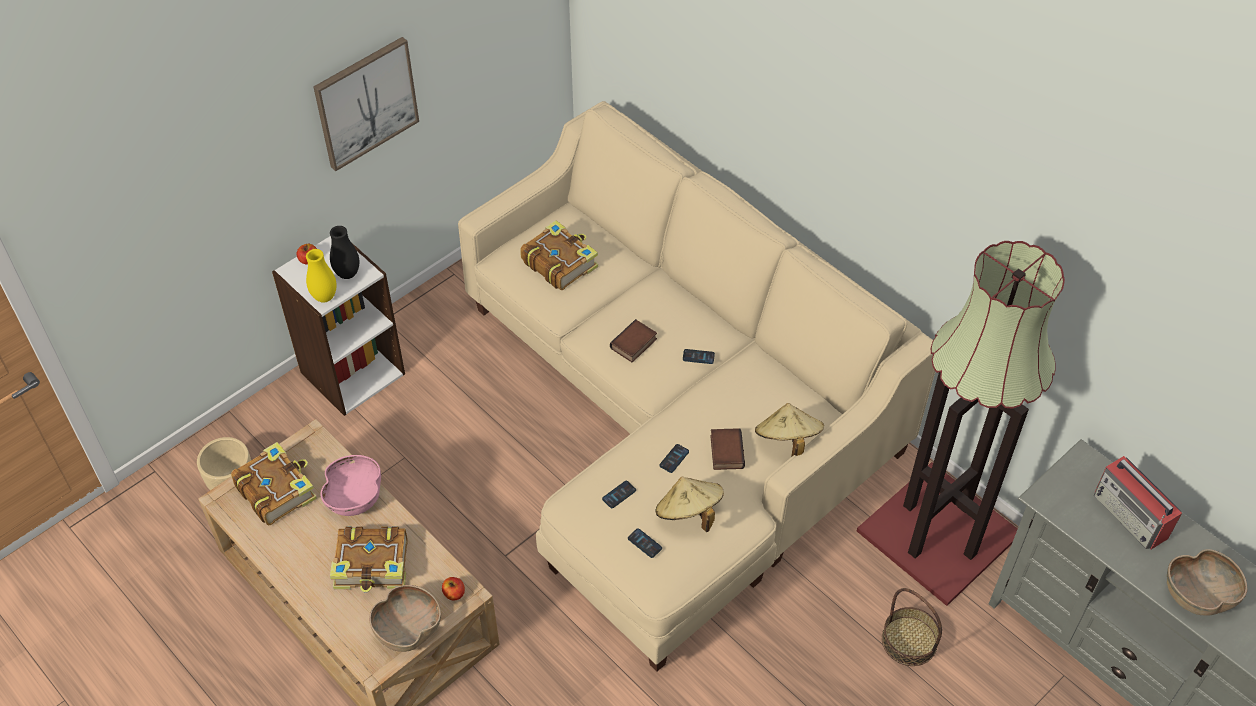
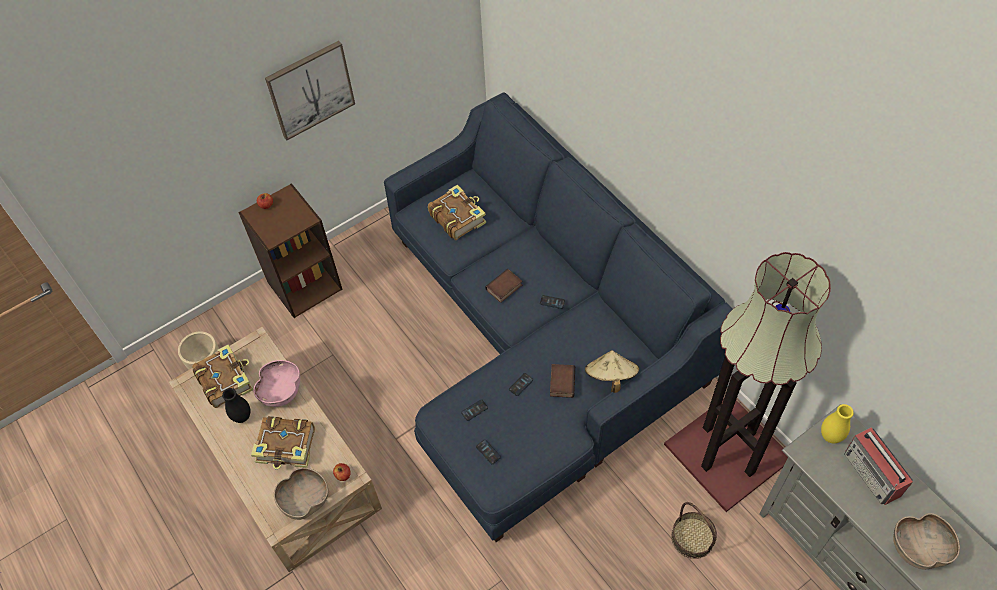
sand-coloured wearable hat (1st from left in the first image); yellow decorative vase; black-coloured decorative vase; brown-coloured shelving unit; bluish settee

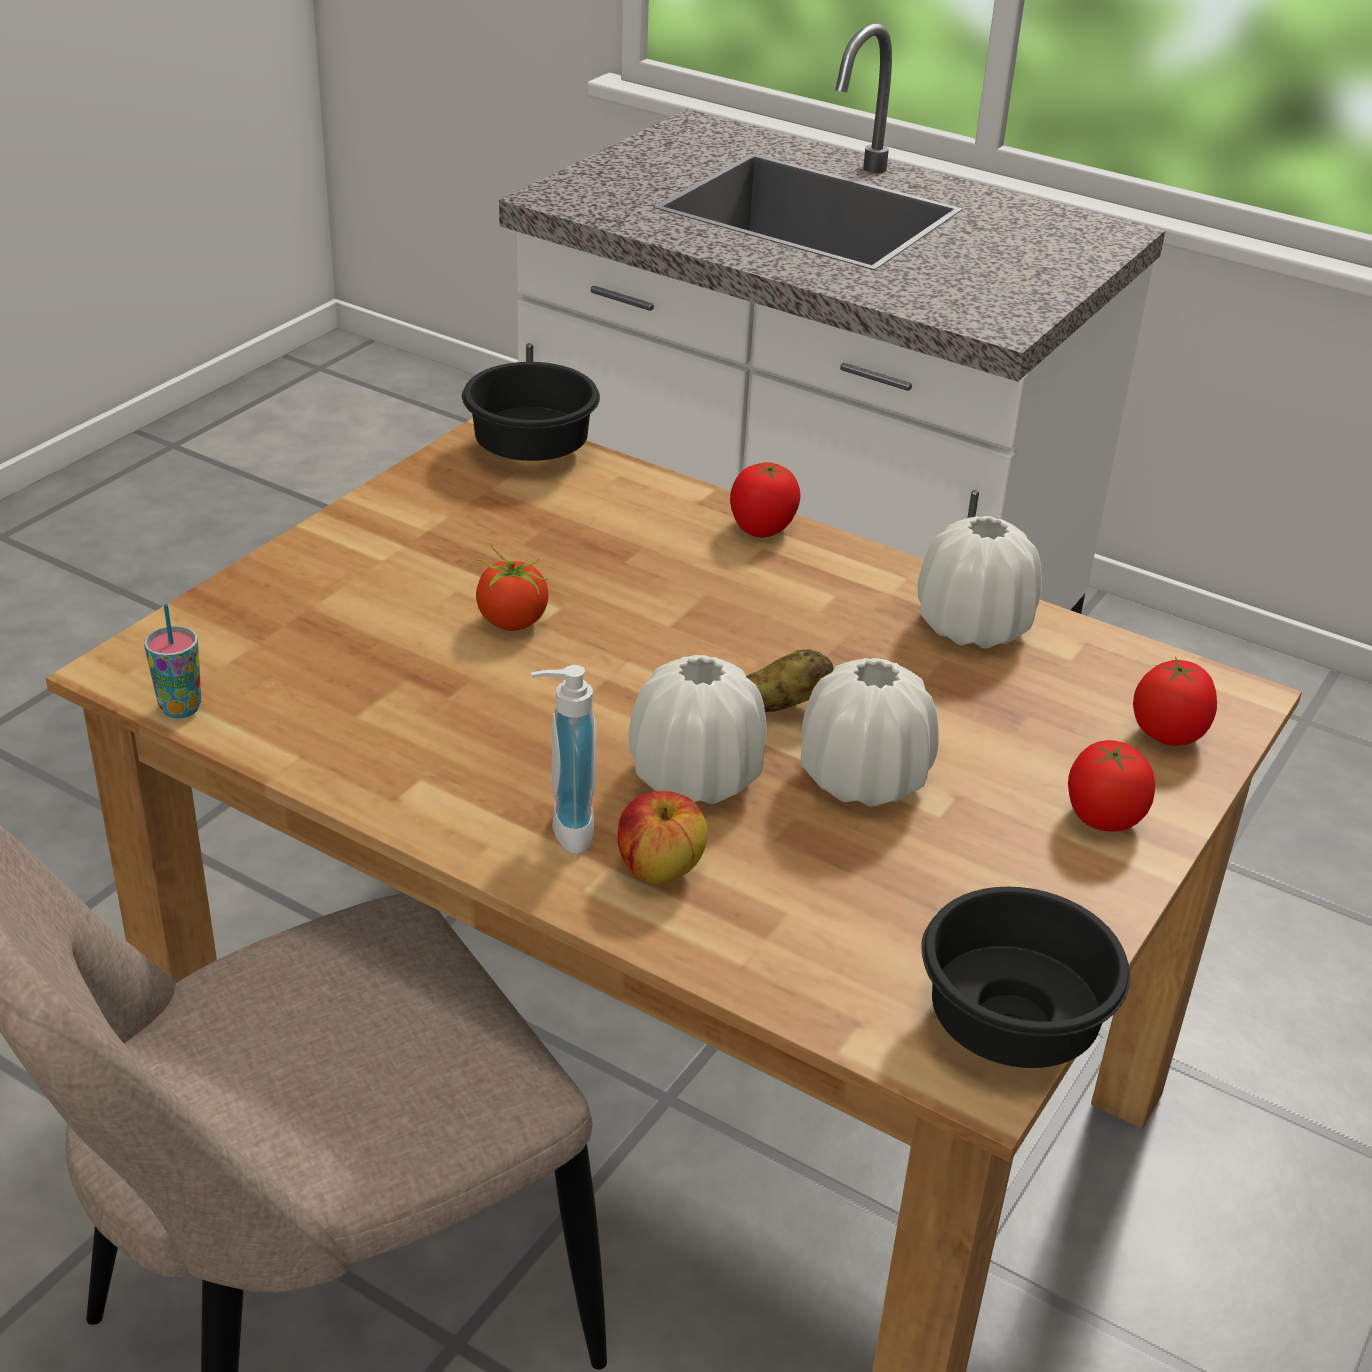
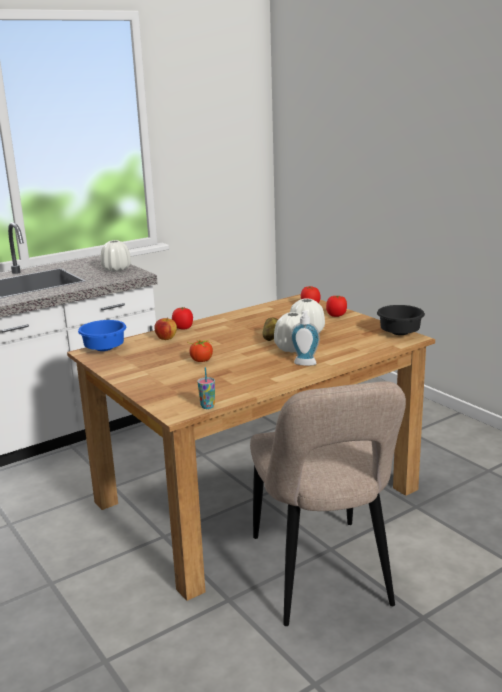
apple; white decorative vase (1st from left); bluish bowl

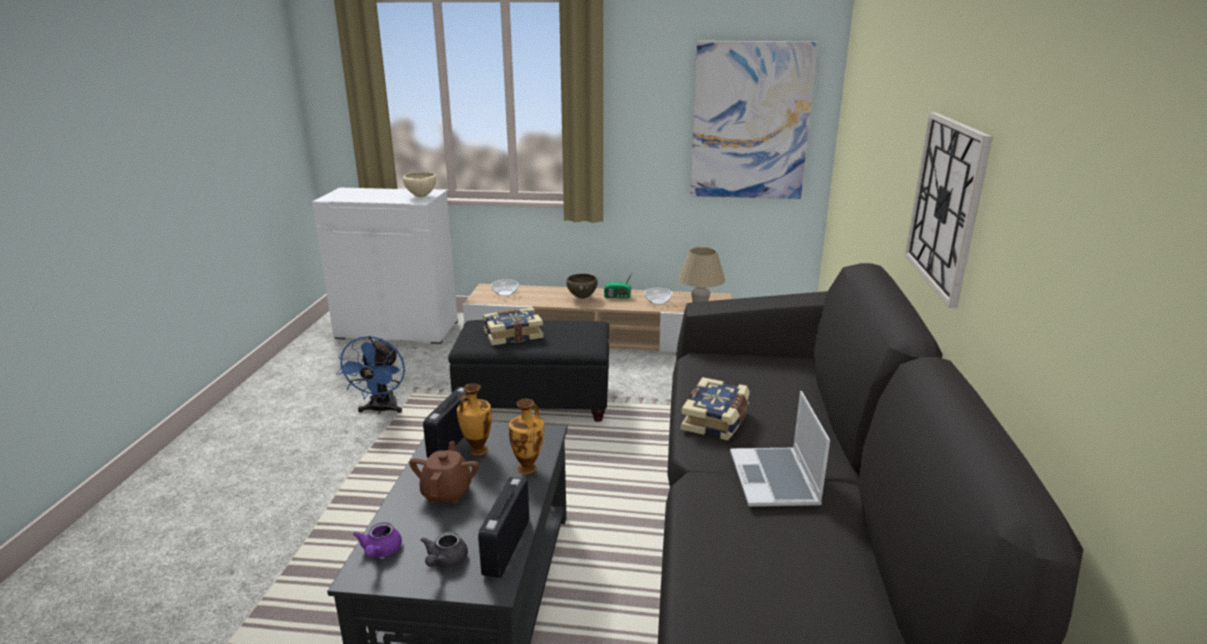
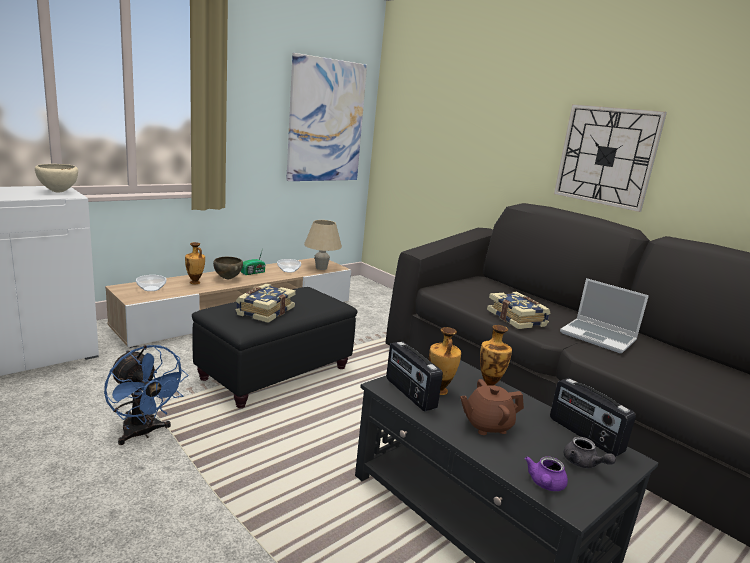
decorative vase (1st from left); purplish tea pot; brown-coloured tea pot

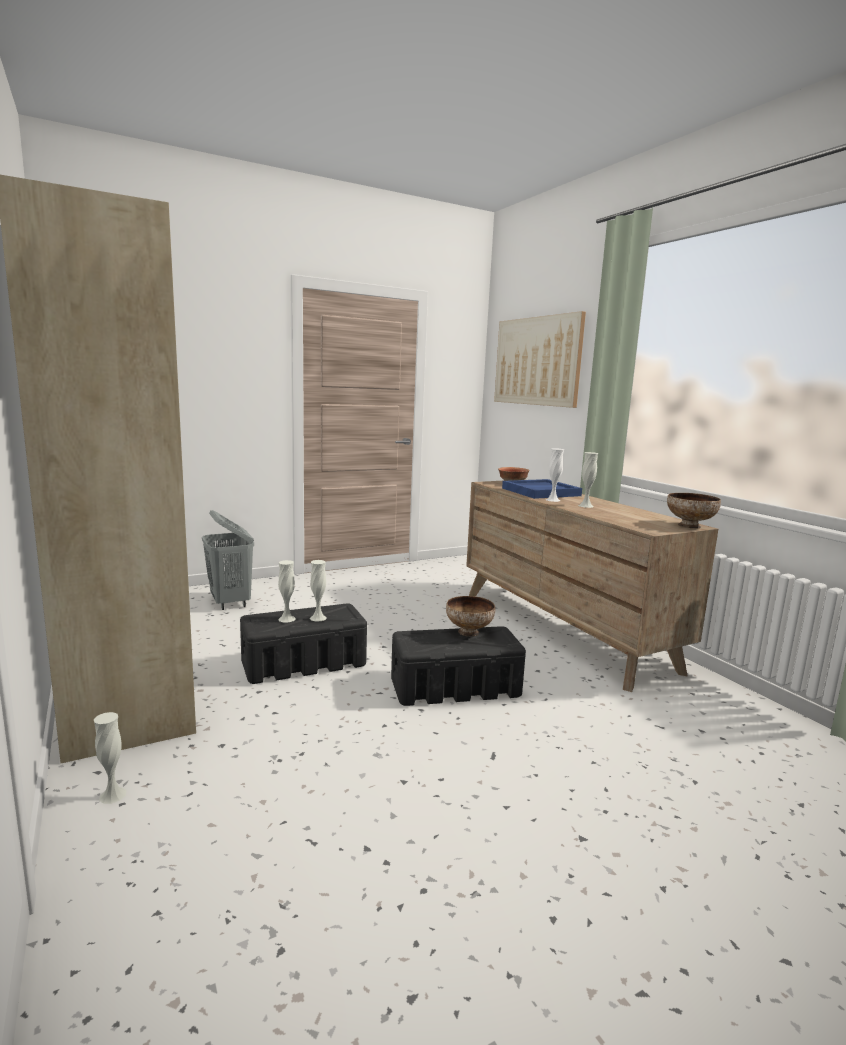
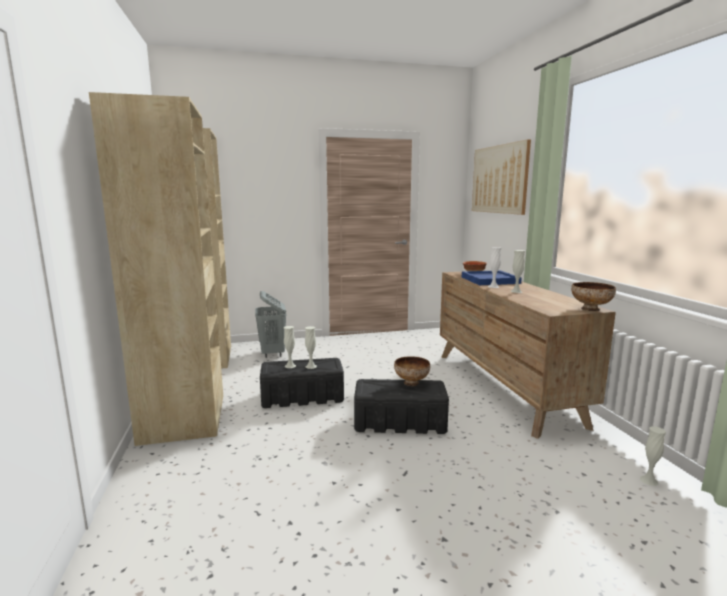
white decorative vase (5th from left)

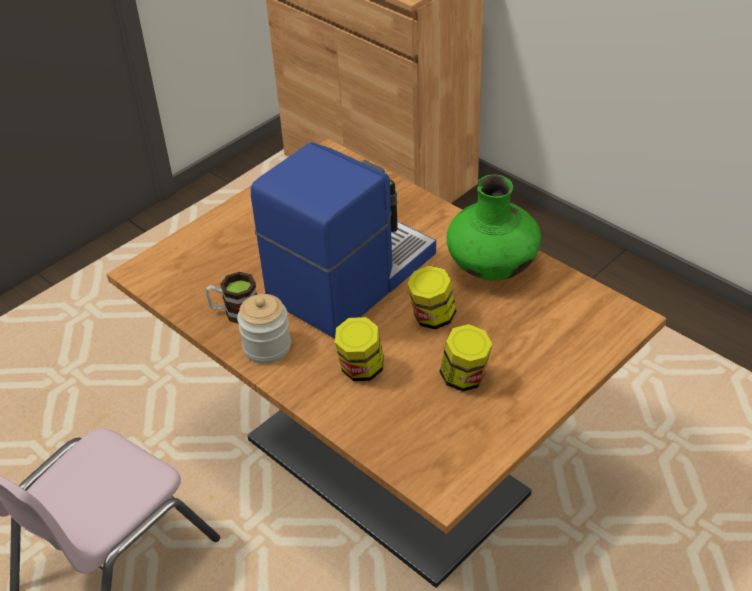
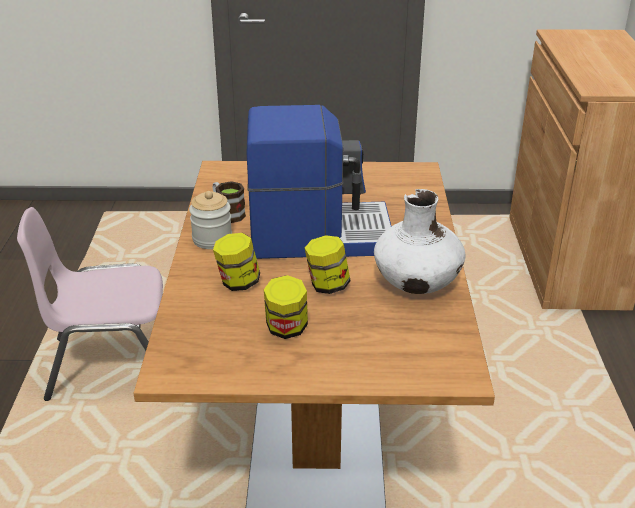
white decorative vase

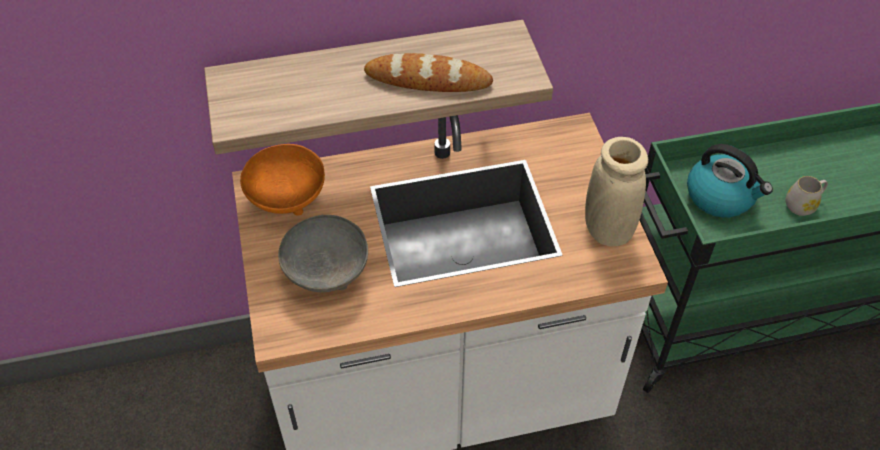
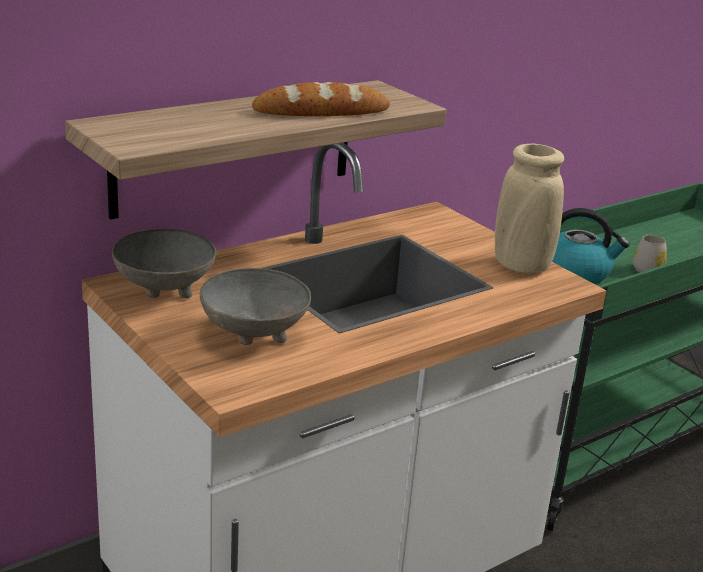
gray bowl (1st from left)

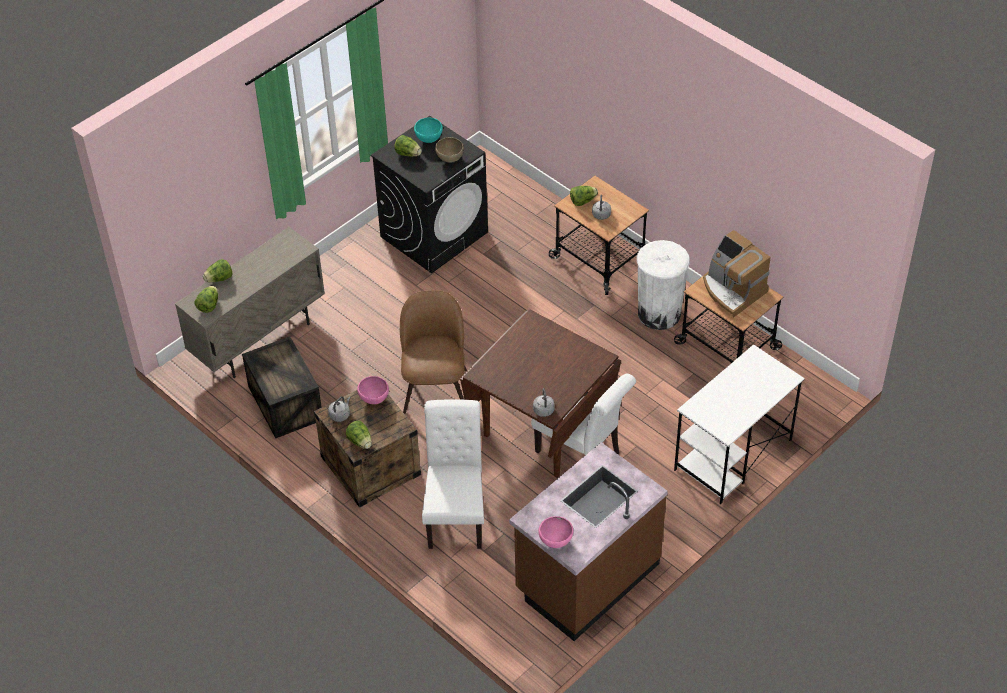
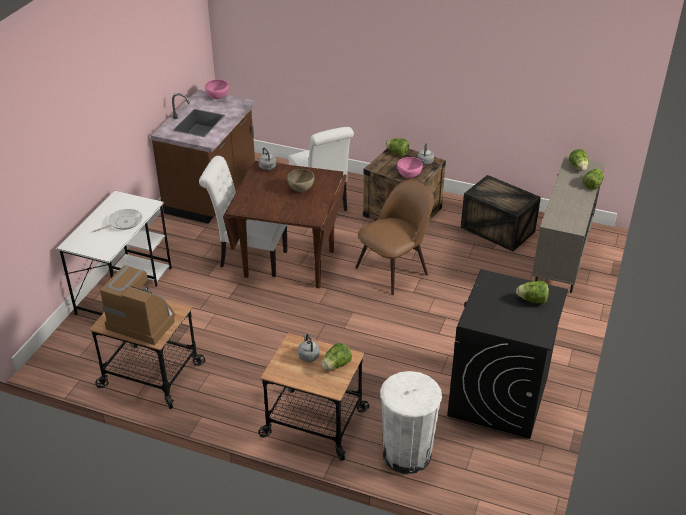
blue-green bowl; pan; brown-coloured bowl; white rubbish bin; brown-coloured chair

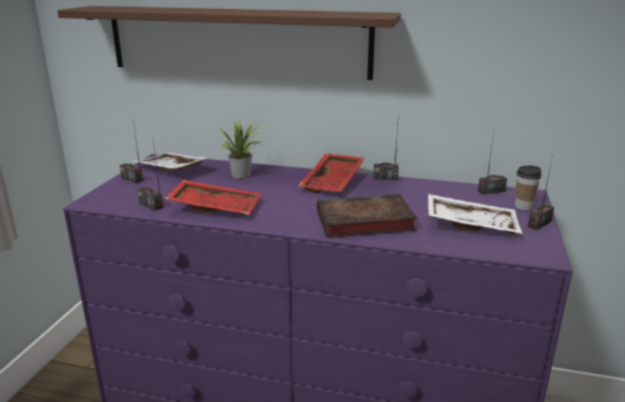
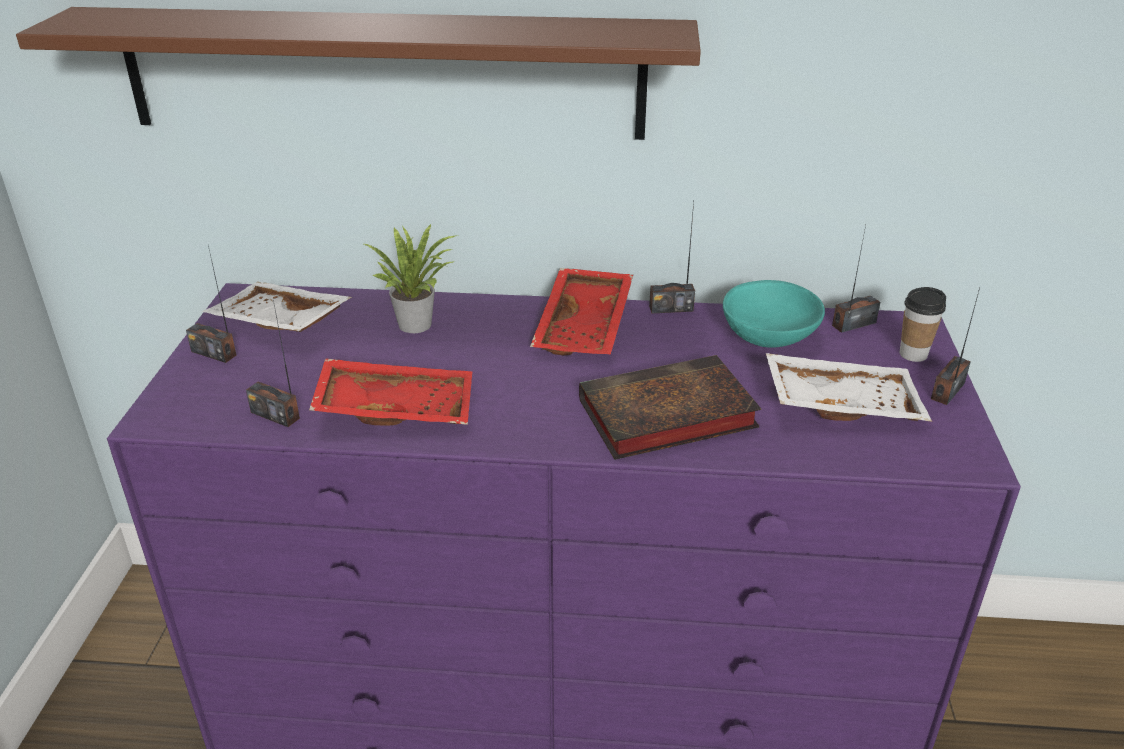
blue-green bowl

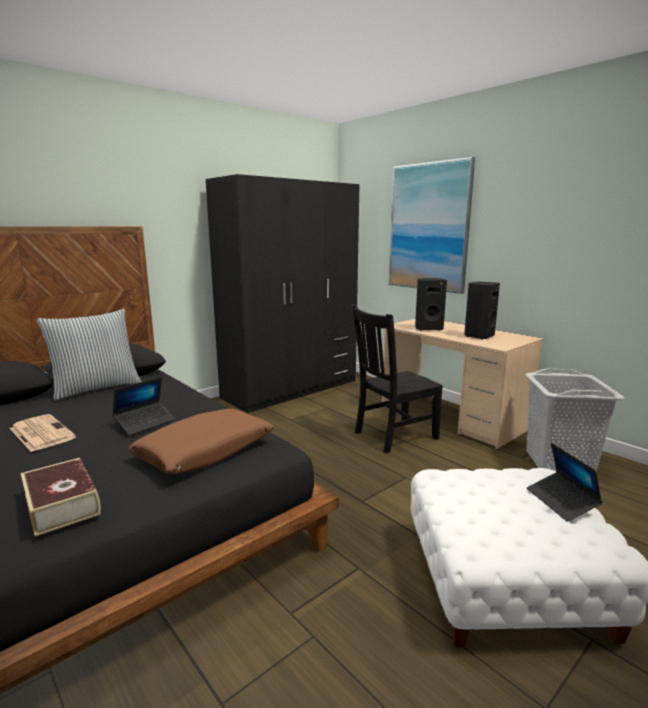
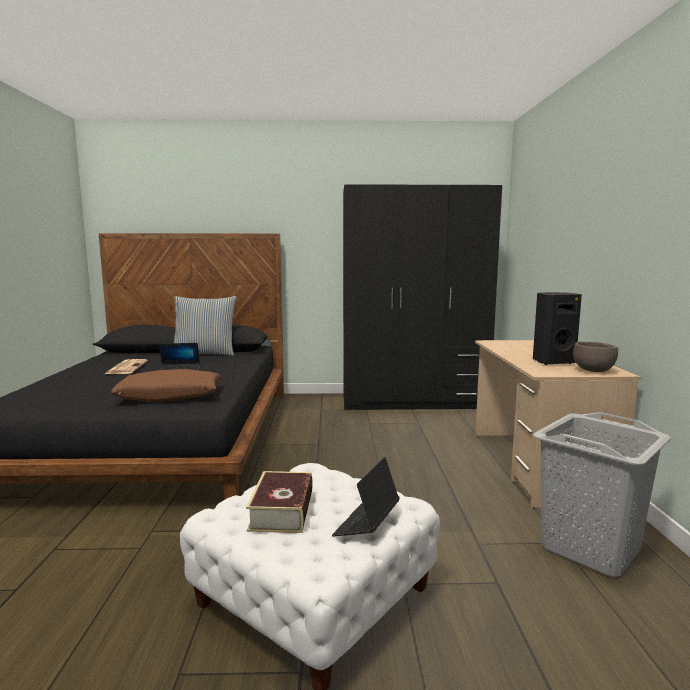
black-coloured chair; wall art; black-coloured speaker (1st from left in the first image); brown-coloured bowl; bound book

